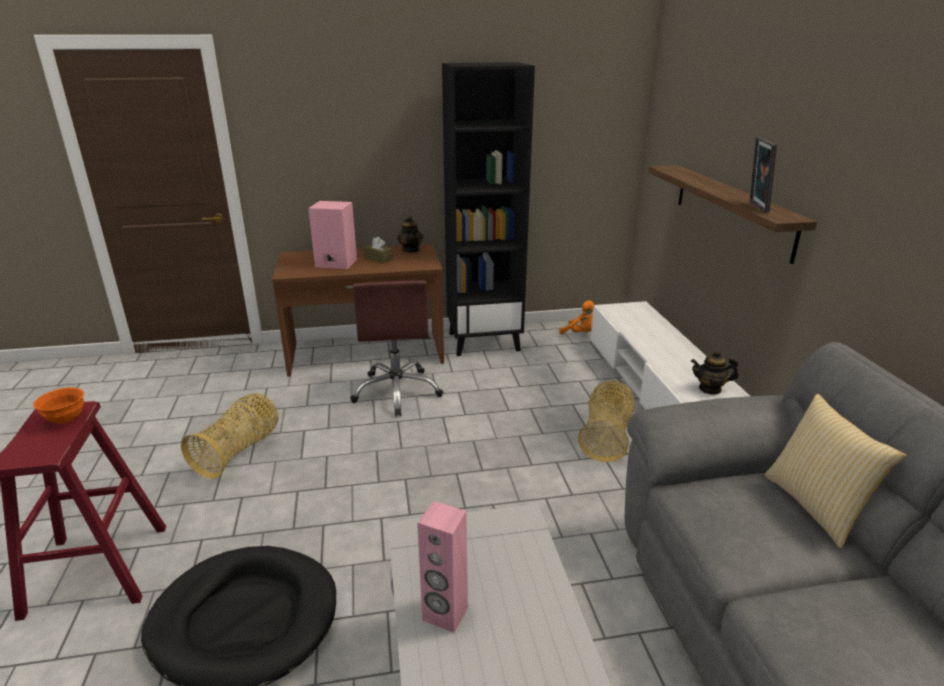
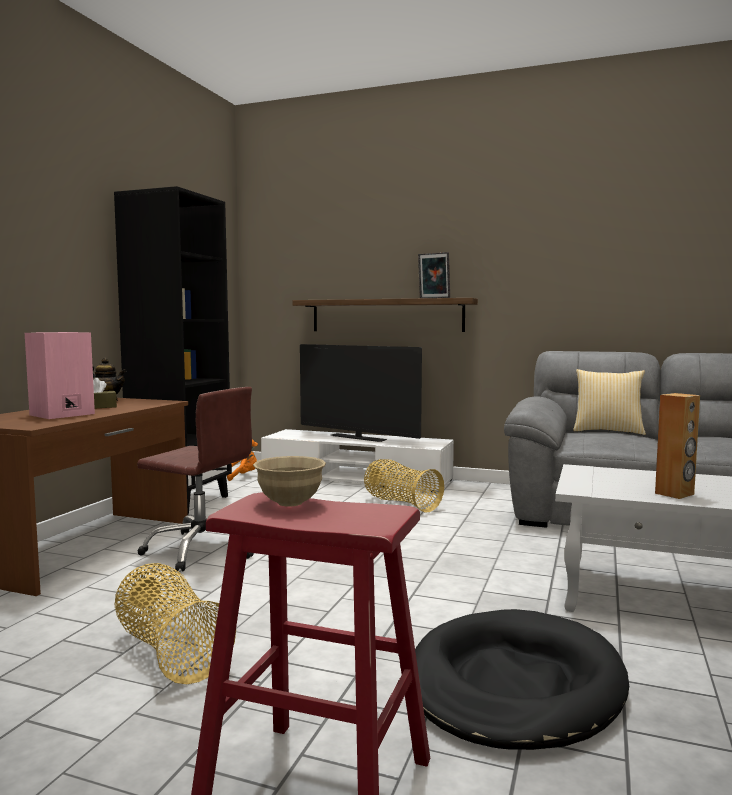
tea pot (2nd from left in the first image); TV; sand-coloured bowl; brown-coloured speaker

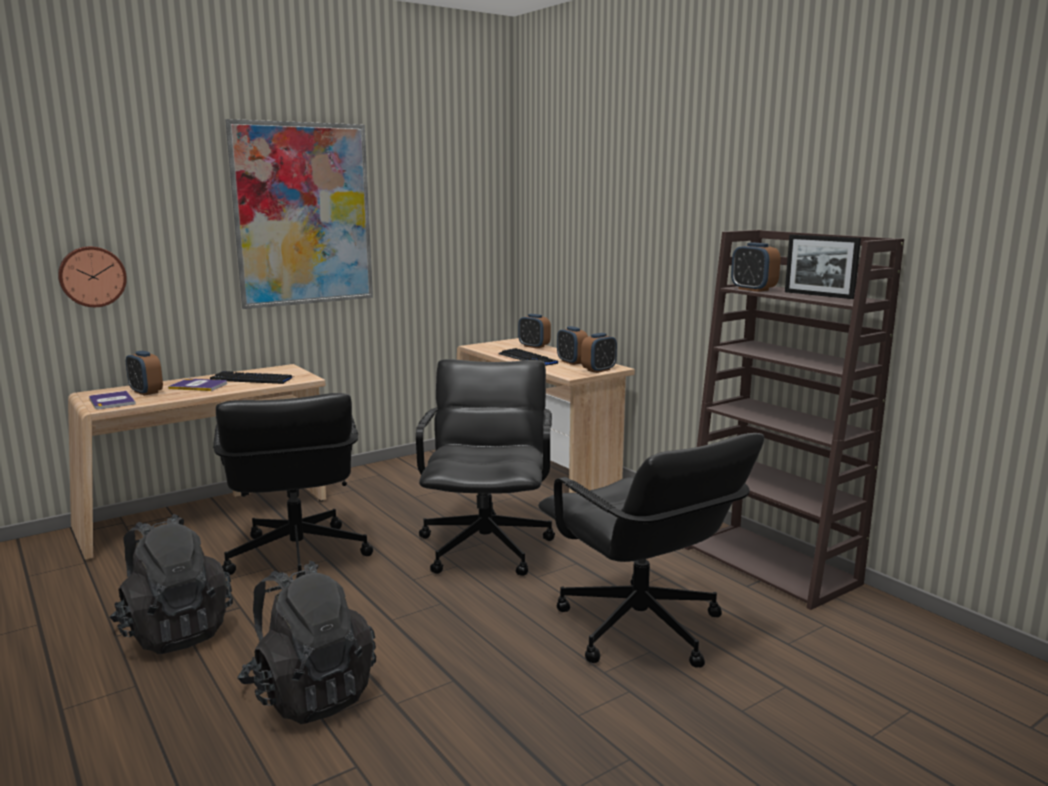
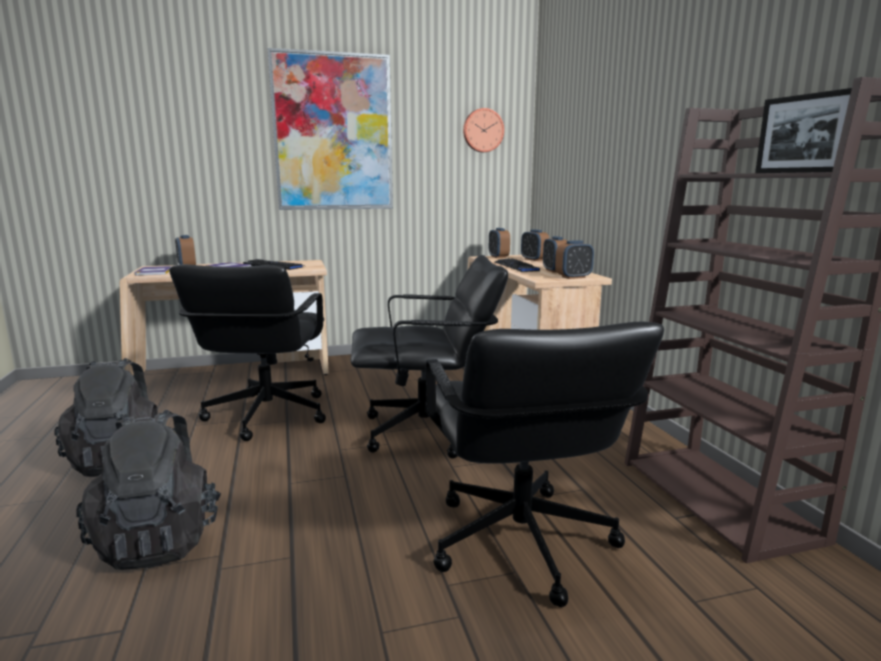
wall clock; table clock (2nd from left); black-coloured desk chair (2nd from left)

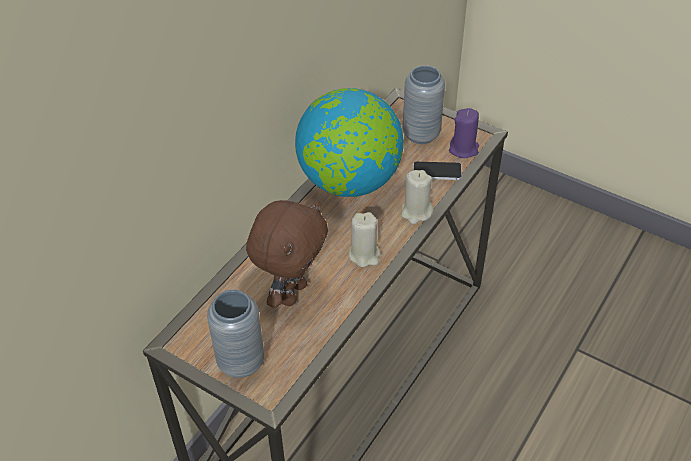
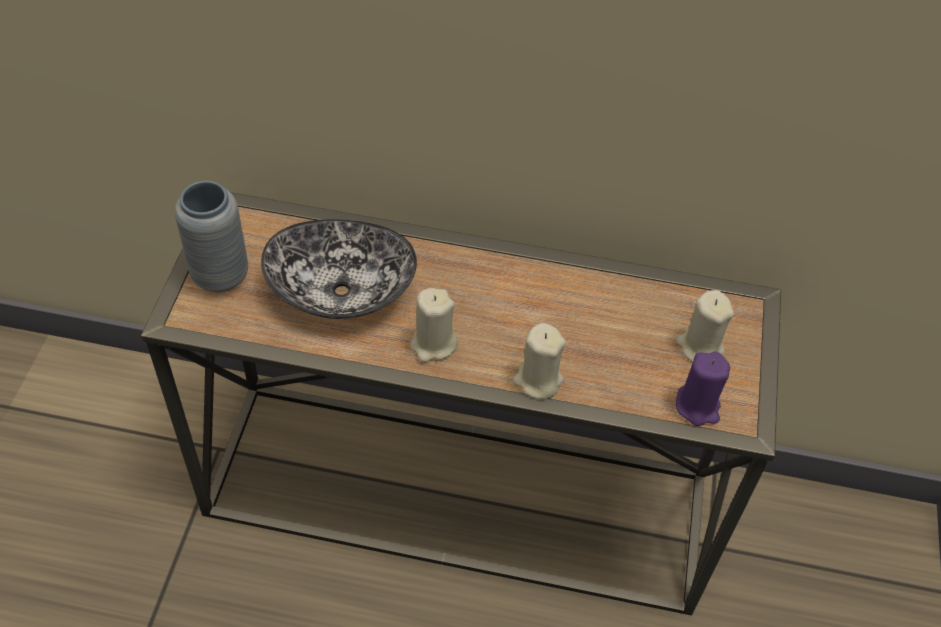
desk globe; telephone; bowl; sand-coloured candle (3rd from left)

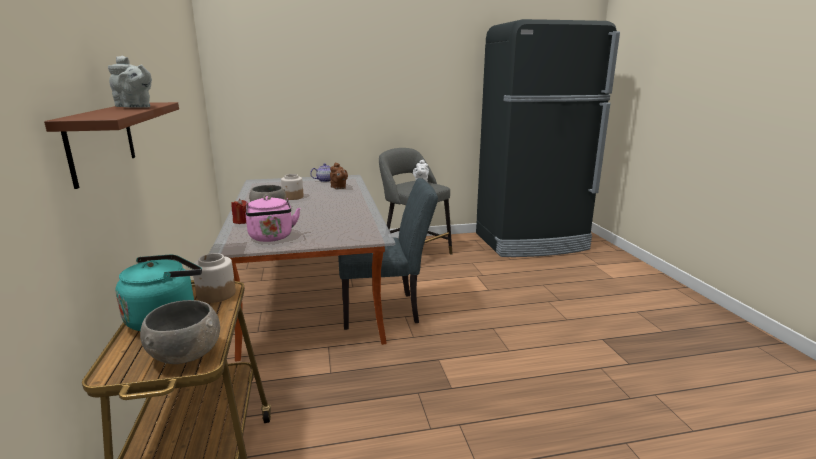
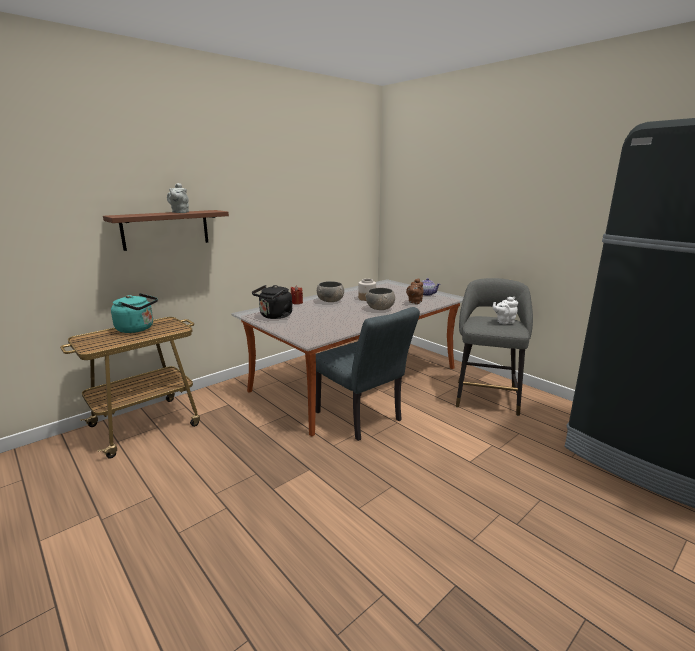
preserve jar (1st from left in the first image); gray bowl (2nd from left); black-coloured kettle

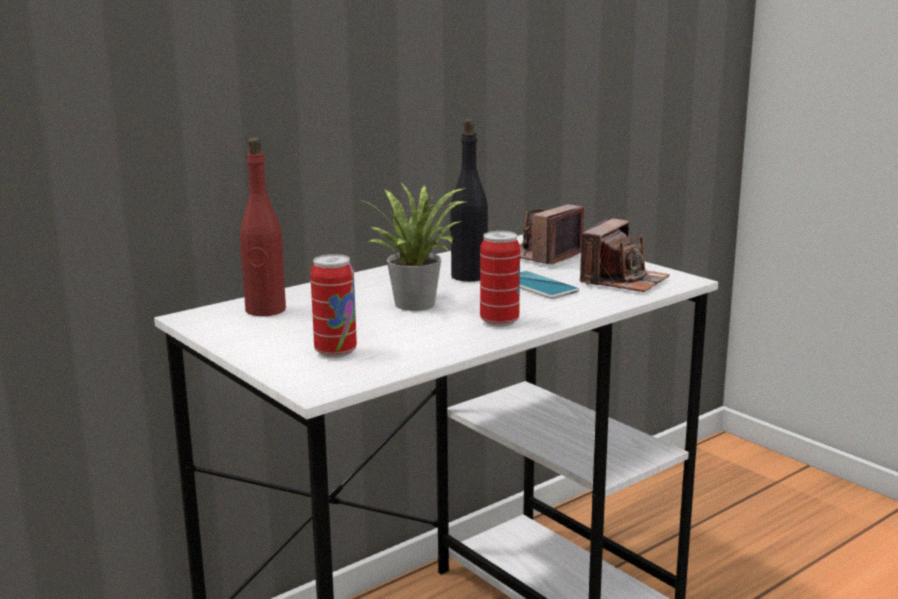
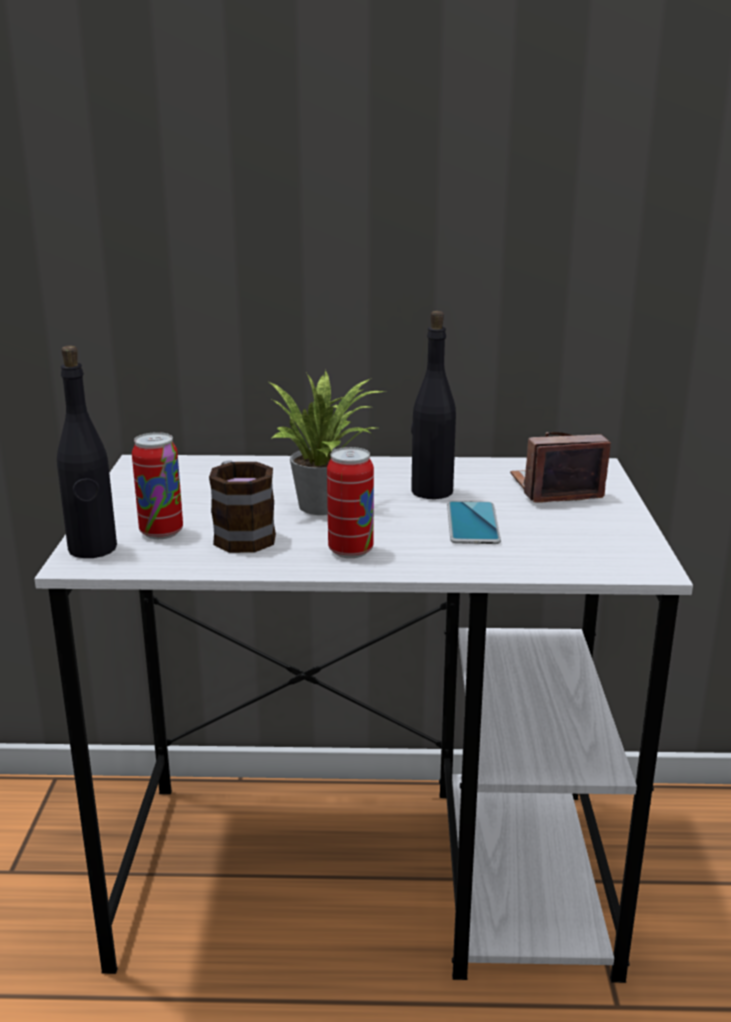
red bottle; still camera (2nd from left in the first image); black-coloured bottle (1st from left); tea mug

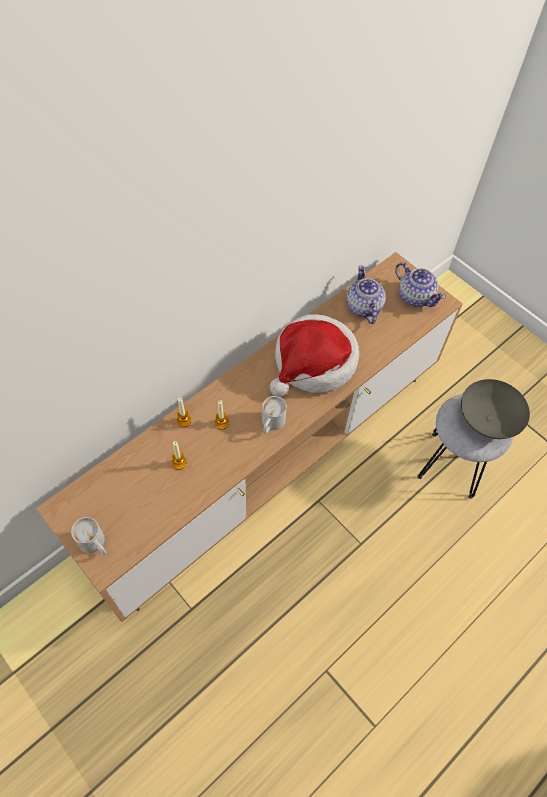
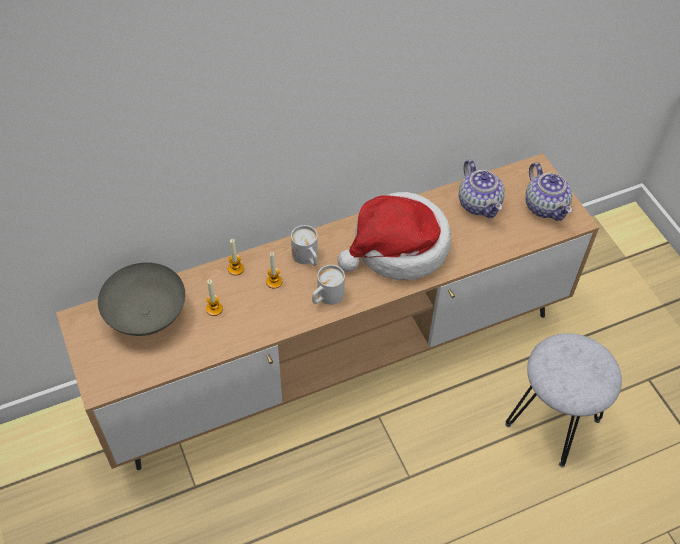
white tea mug (1st from left); gray bowl; tea pot (1st from left)

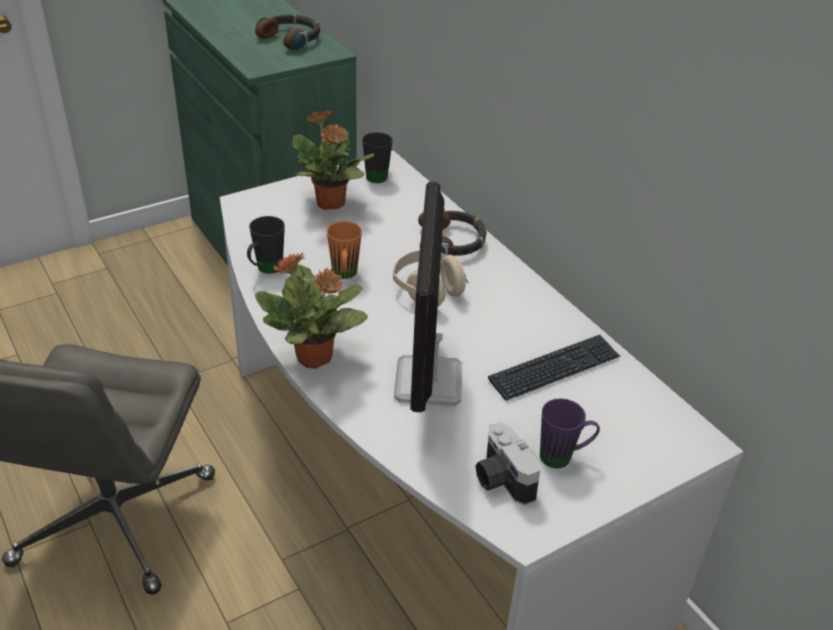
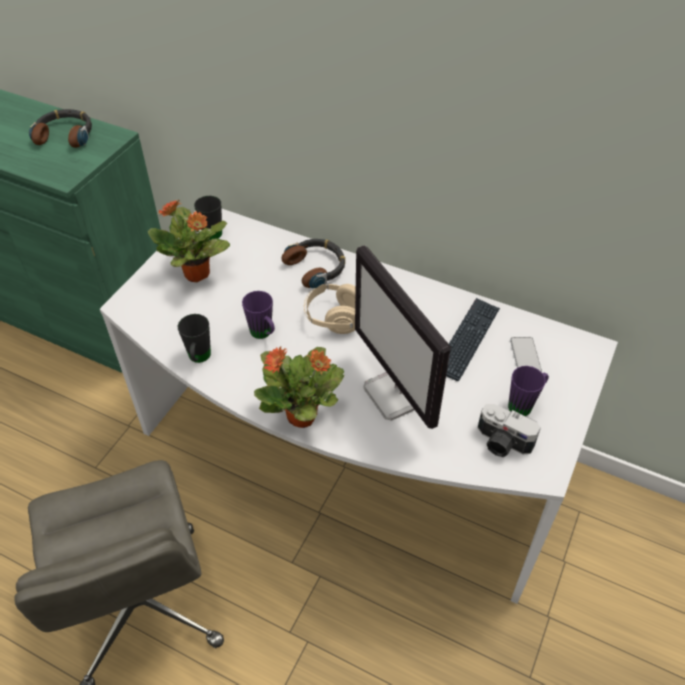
telephone; purplish tea mug (1st from left)

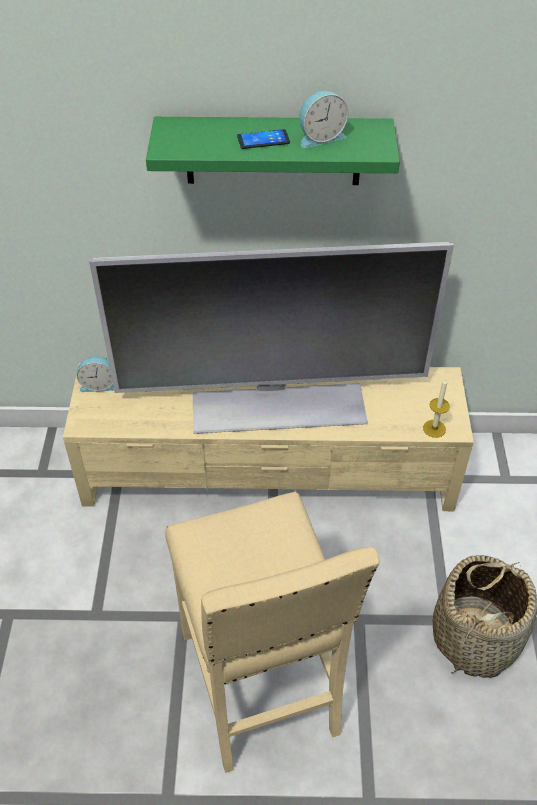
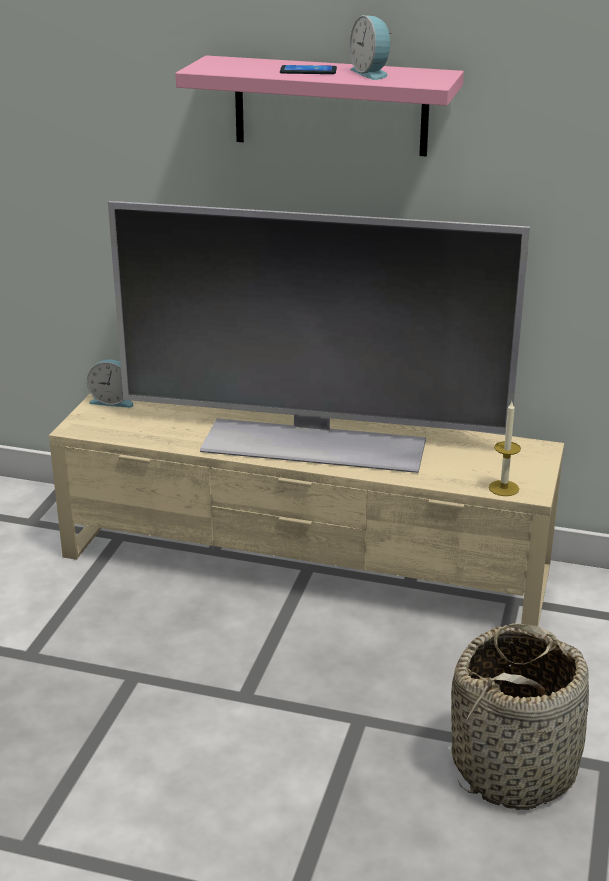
sand-coloured sitting stool; pink wall shelf; table clock (2nd from left)

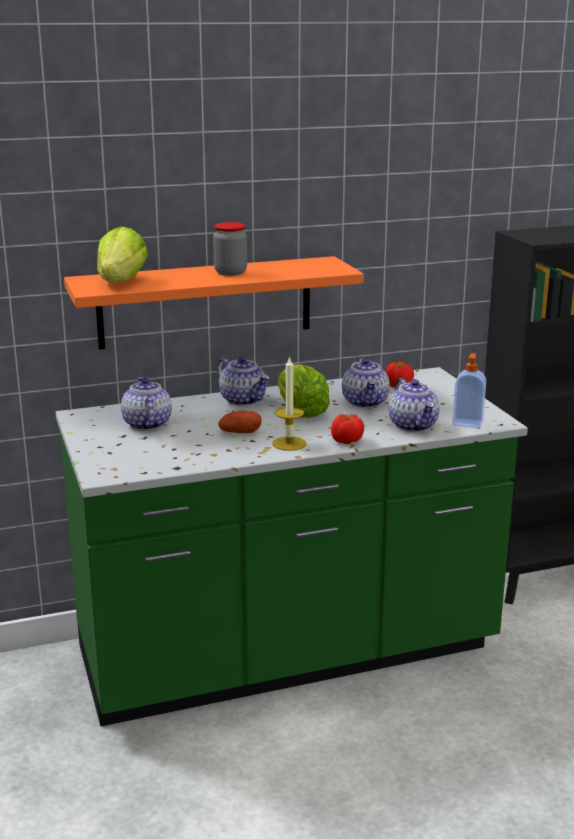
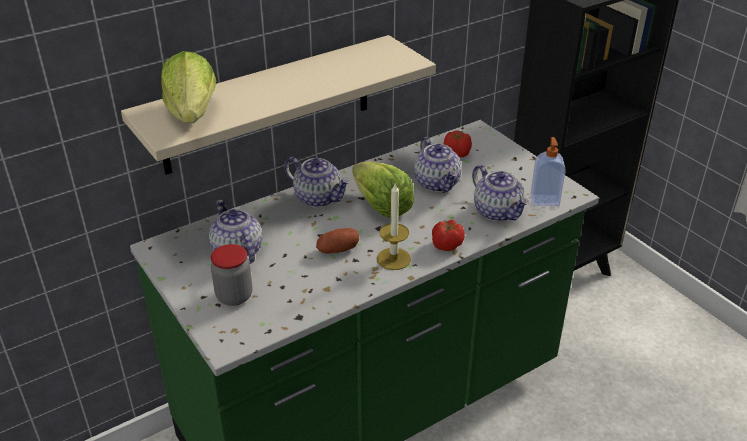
preserve jar; sand-coloured wall shelf

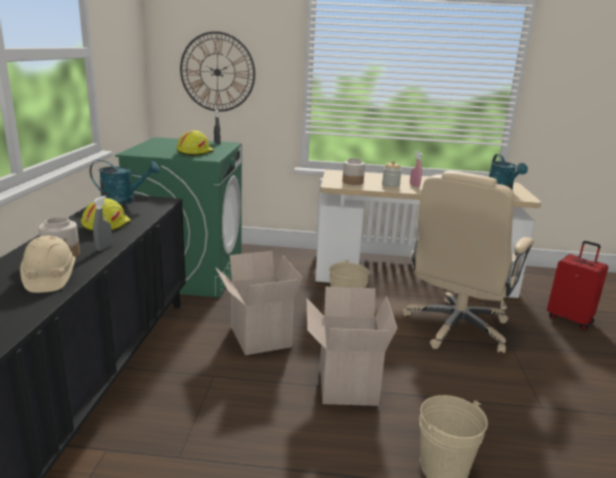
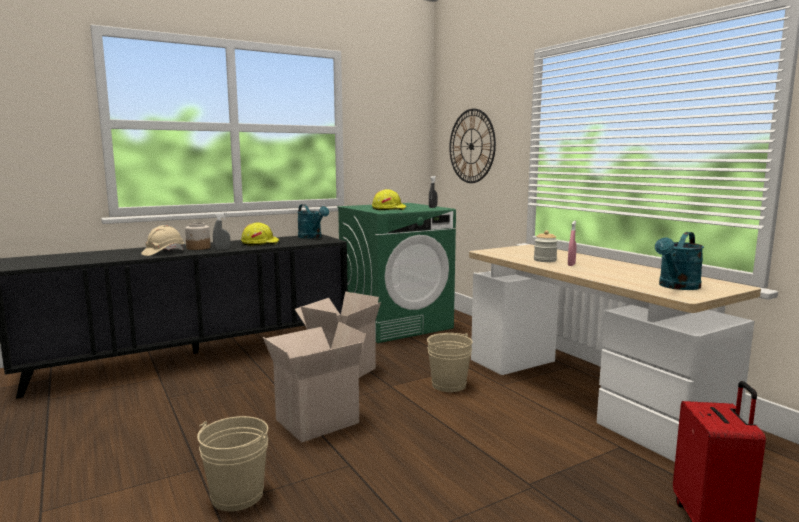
preserve jar (2nd from left in the first image); sand-coloured desk chair

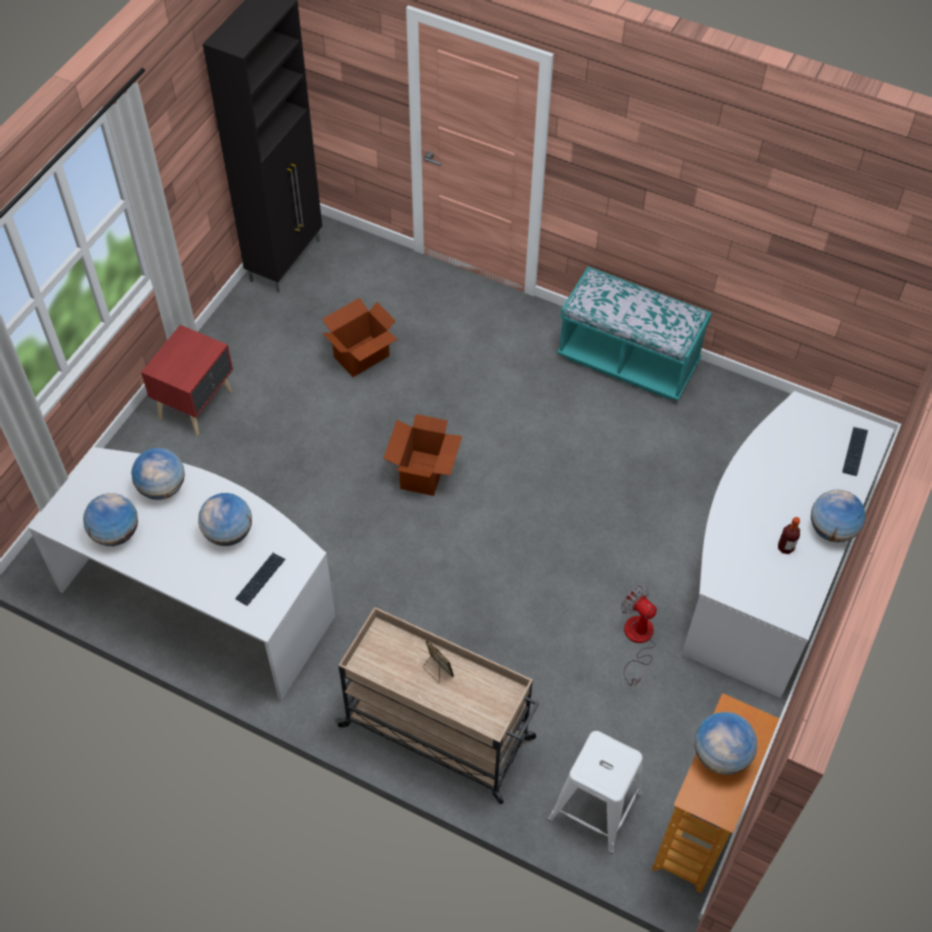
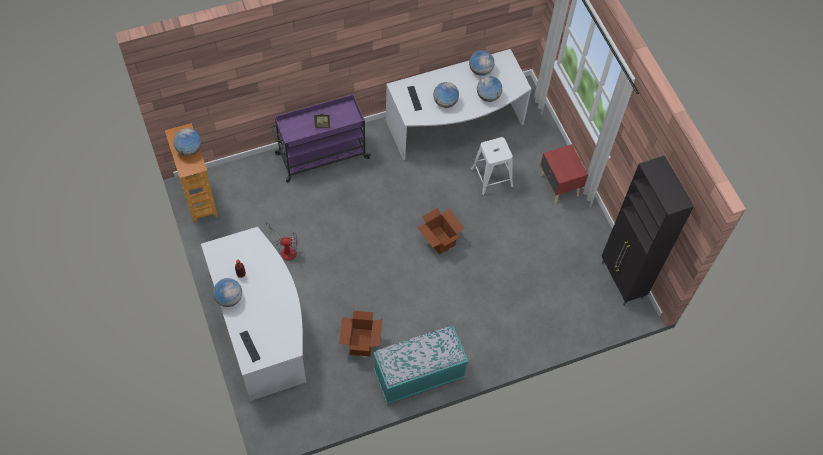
packing box (1st from left); white sitting stool; purplish trolley

